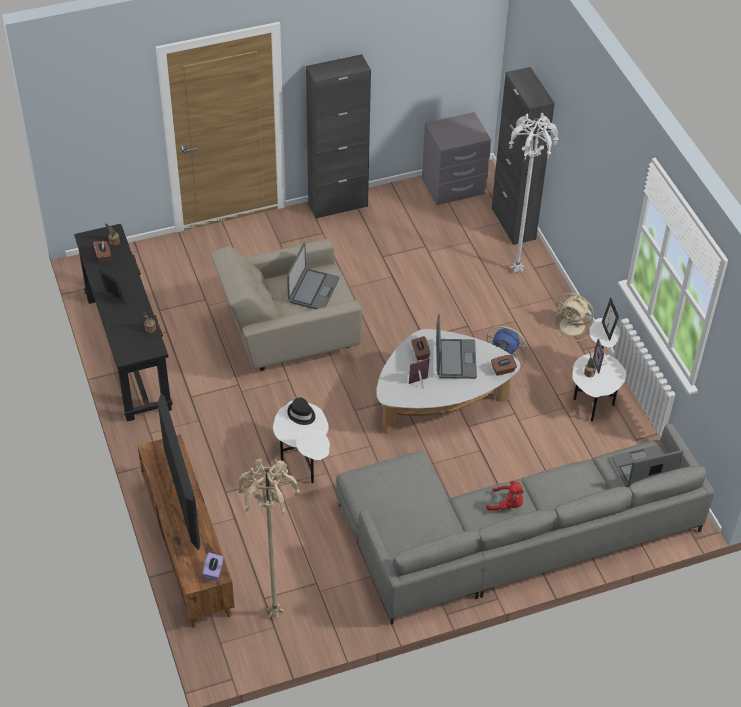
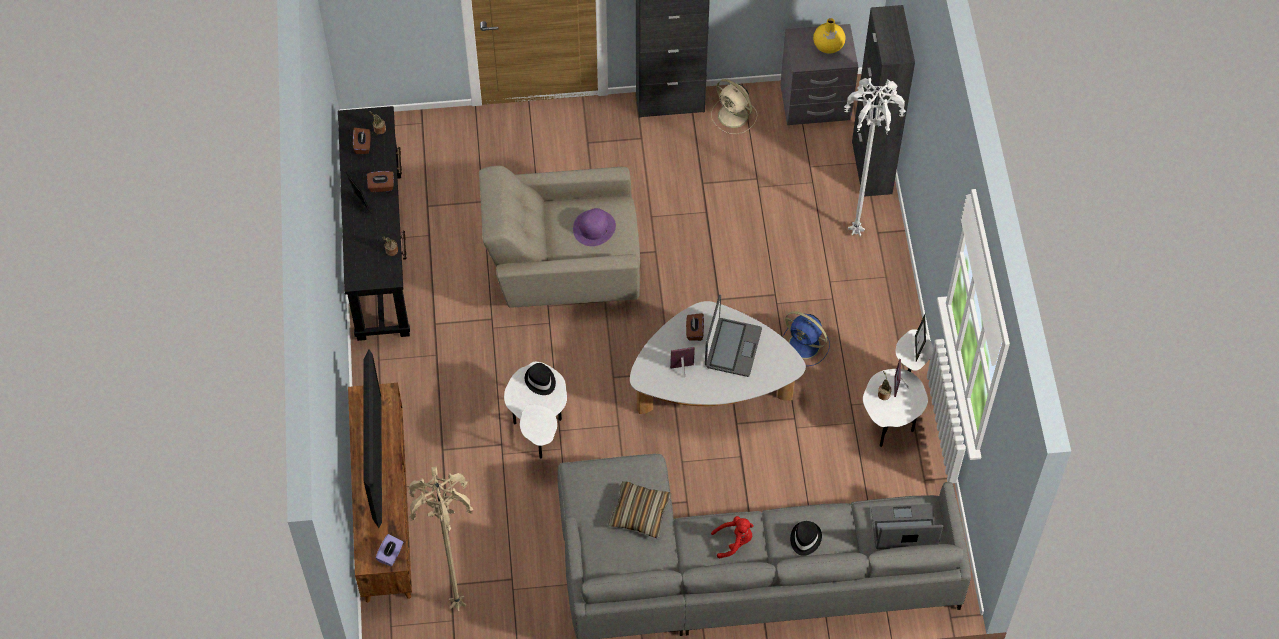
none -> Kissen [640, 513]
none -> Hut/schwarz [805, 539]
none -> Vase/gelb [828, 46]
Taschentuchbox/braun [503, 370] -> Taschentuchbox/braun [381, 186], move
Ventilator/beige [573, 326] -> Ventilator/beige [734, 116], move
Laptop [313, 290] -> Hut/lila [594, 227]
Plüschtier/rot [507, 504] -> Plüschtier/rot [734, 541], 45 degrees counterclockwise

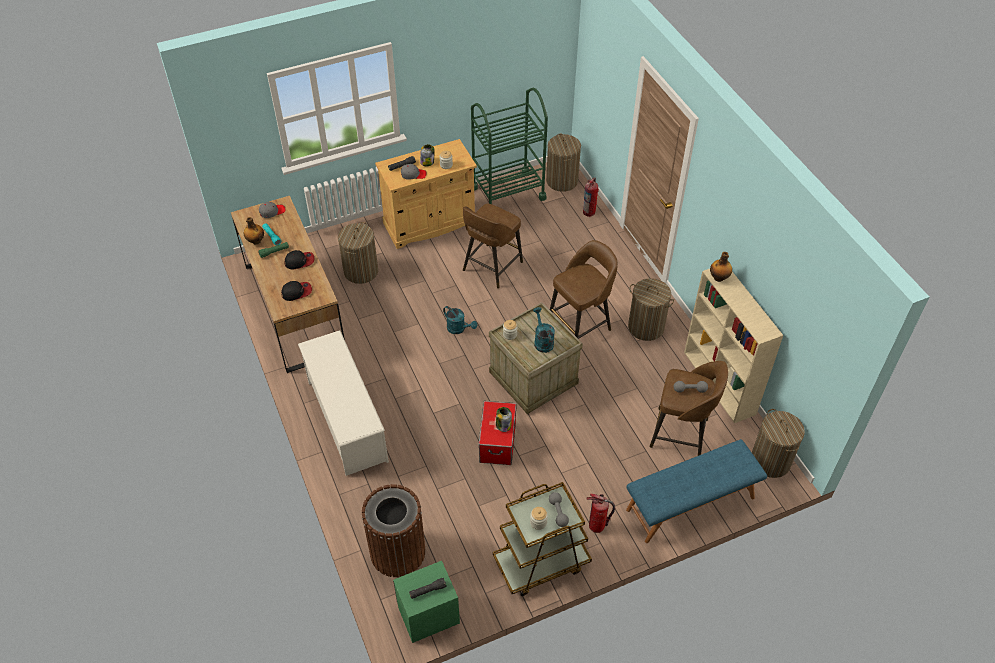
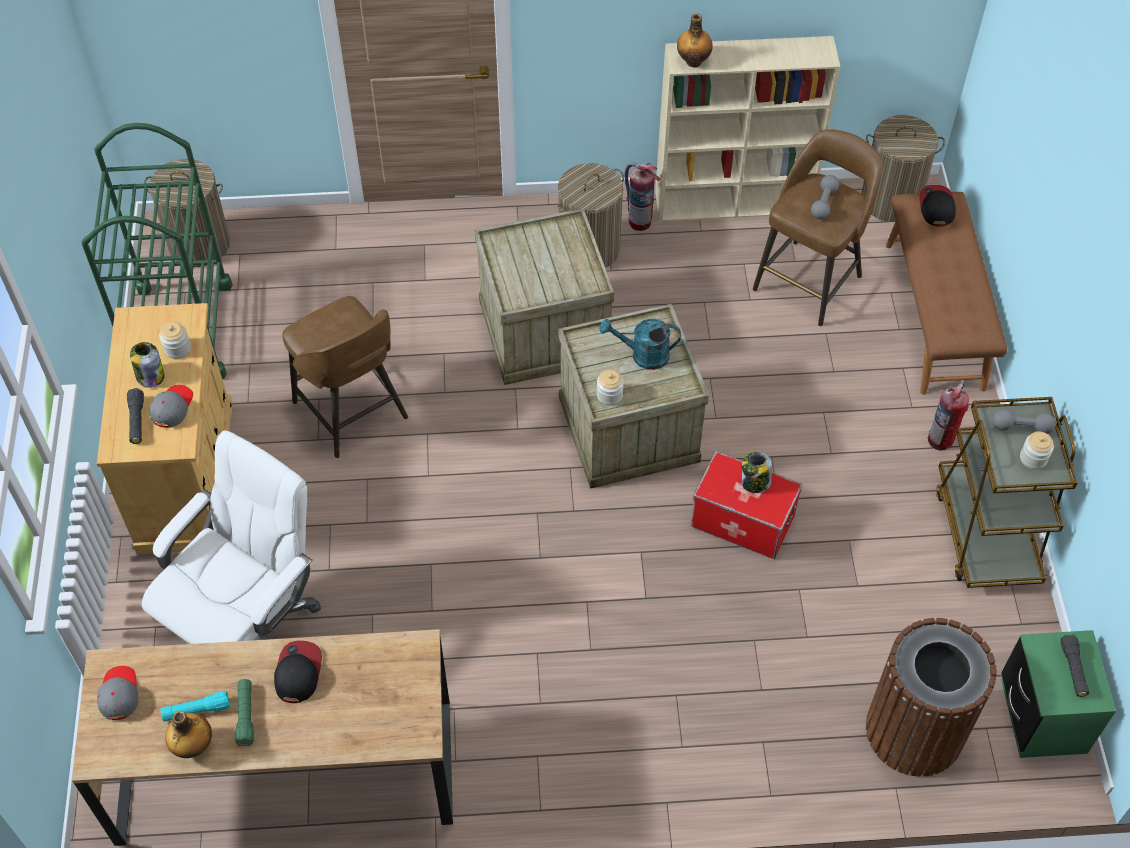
Schuhregal/weiß [346, 420] -> none
Gießkanne/türkis [459, 329] -> none
Kappe [297, 292] -> Kappe [936, 207], move
Feuerlöscher [589, 212] -> Feuerlöscher [640, 221], move
Wäschekorb [361, 271] -> Bürostuhl/weiß [250, 626]
Hocker/braun [580, 325] -> Kiste [545, 329]
Bank/blau [691, 504] -> Bank/braun [935, 315]

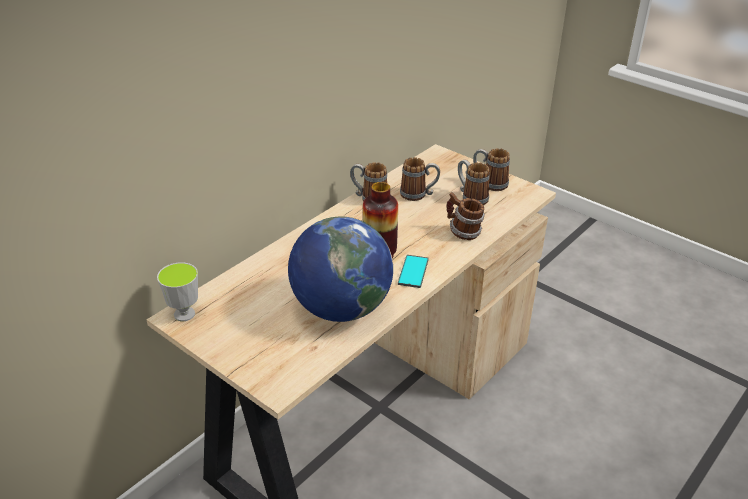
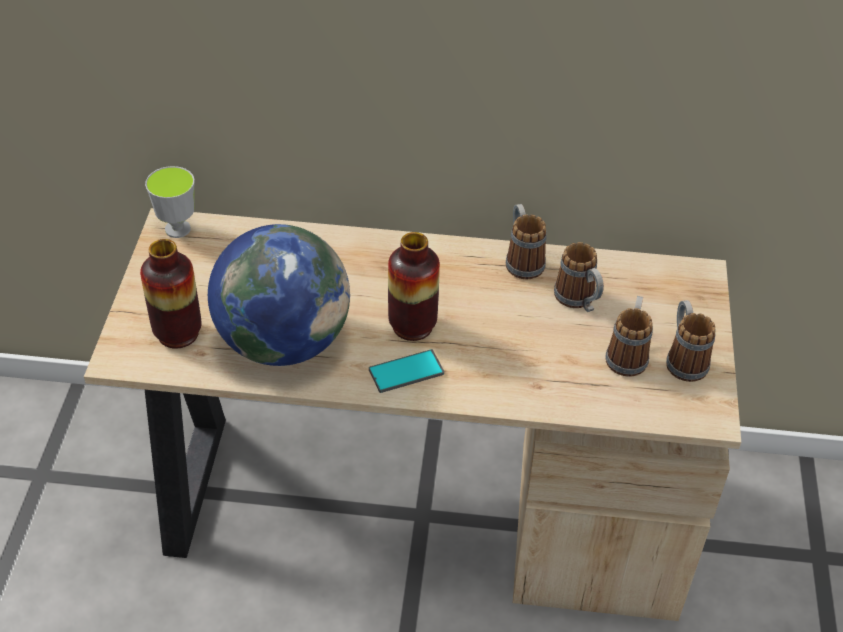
Henkelbecher [463, 232] -> none
none -> Vase [178, 333]

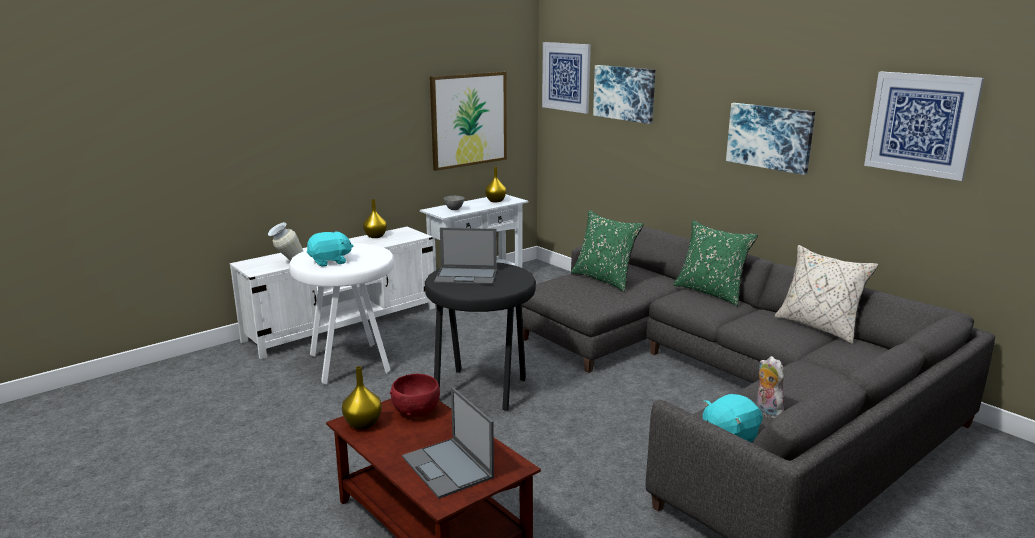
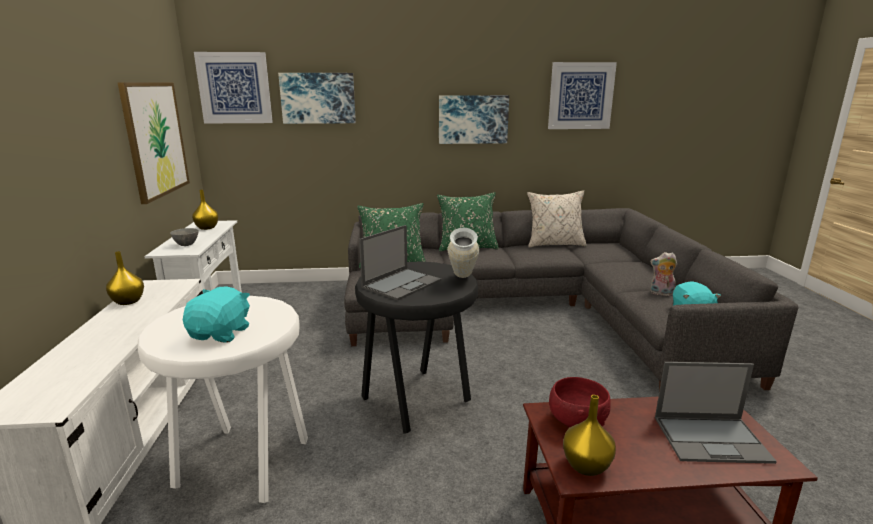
Vase [288, 264] -> Vase [462, 281], move

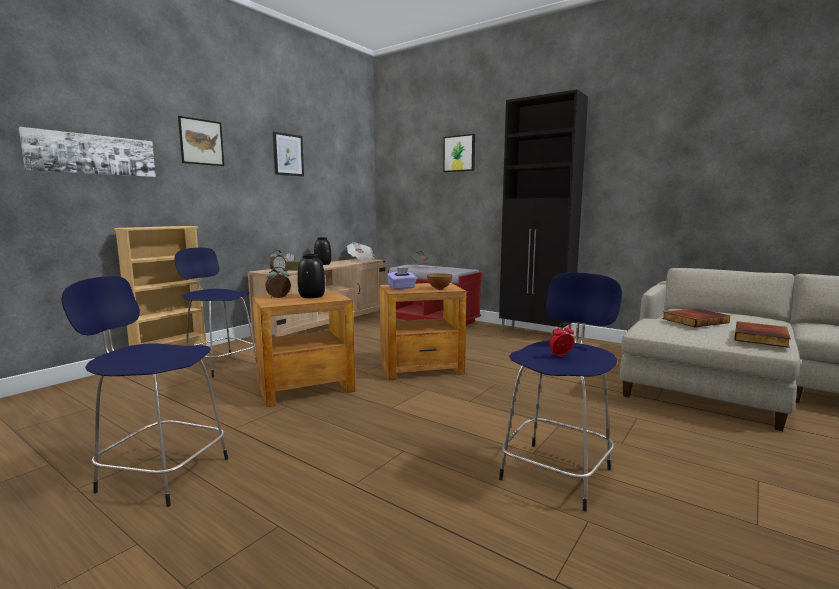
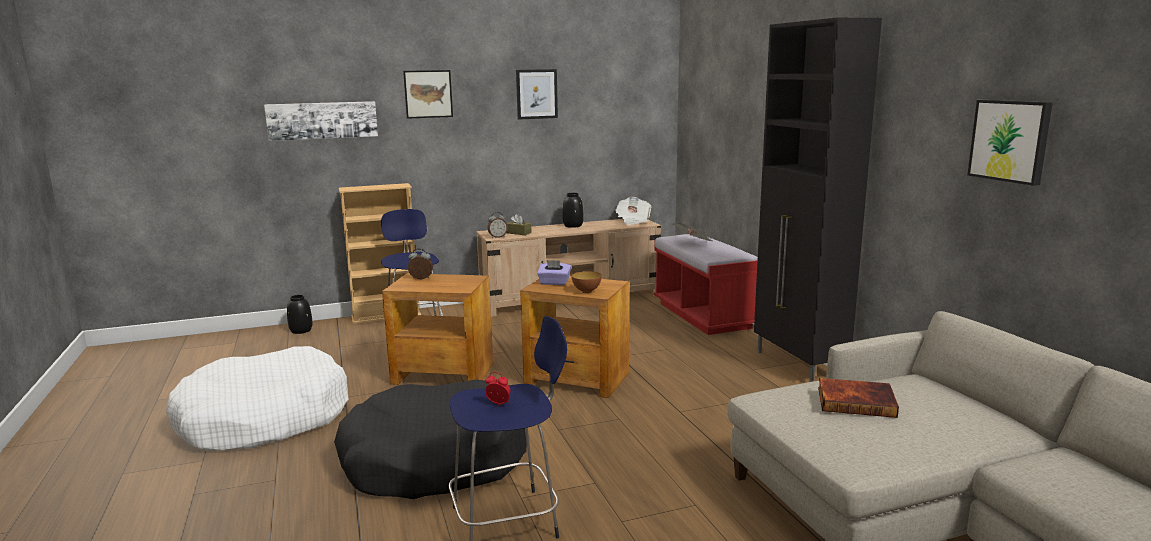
Buch [762, 338] -> none
none -> Hundebett/schwarz [434, 460]
Vase/schwarz [312, 296] -> Vase/schwarz [301, 331], move
Bild [459, 153] -> Bild [1010, 140], move
Hocker/blau [161, 474] -> Hundebett/weiß [263, 419]

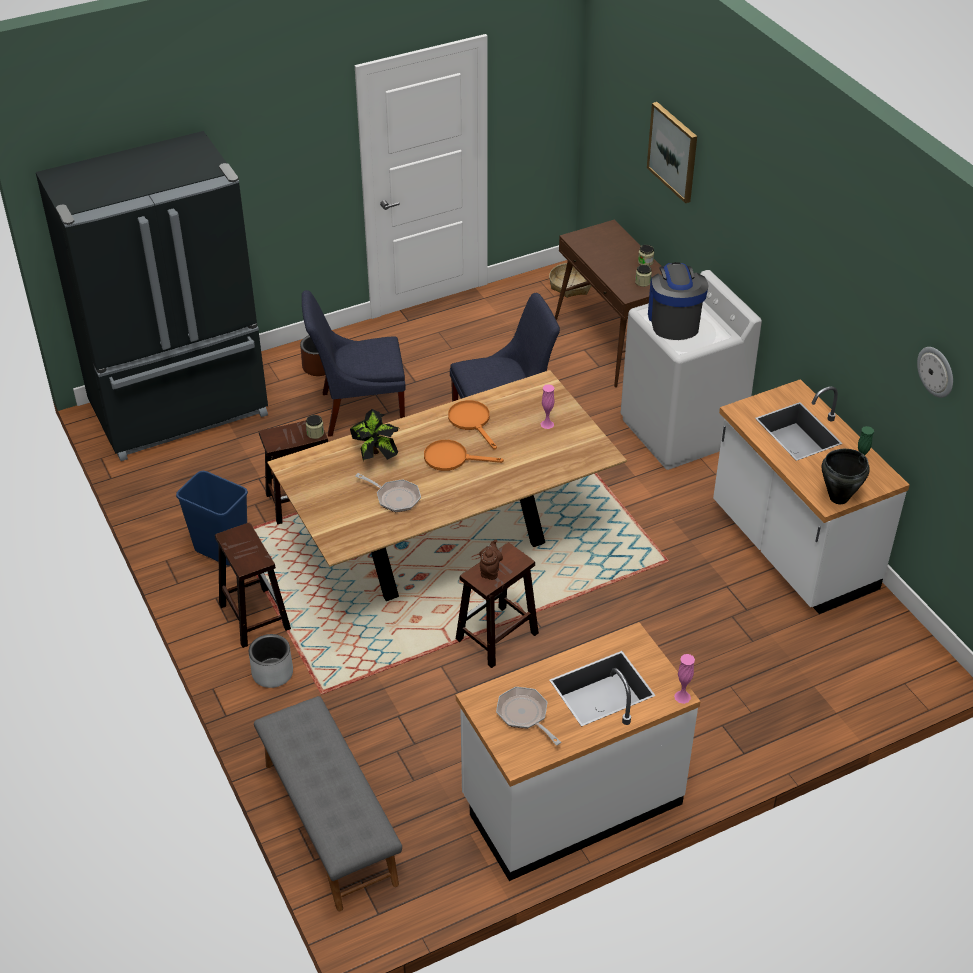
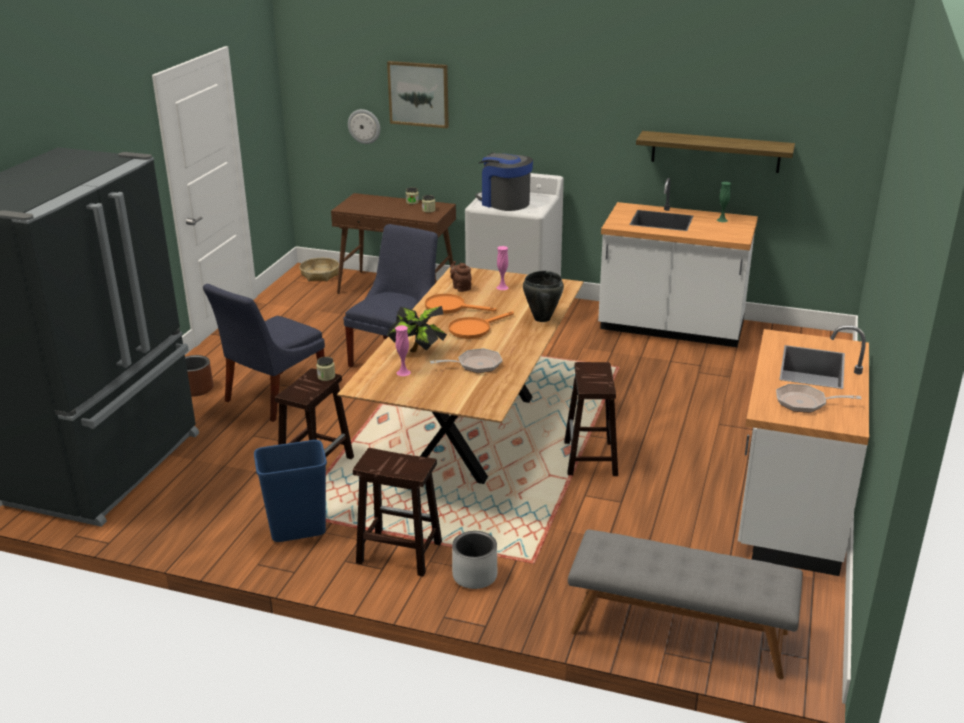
none -> Wandregal [715, 151]
Teekanne/braun [490, 571] -> Teekanne/braun [461, 287], move
Vase/rosa [682, 697] -> Vase/rosa [403, 372], move
Kochtopf/schwarz [838, 498] -> Kochtopf/schwarz [541, 318], move
Wanduhr [936, 371] -> Wanduhr [364, 126], move

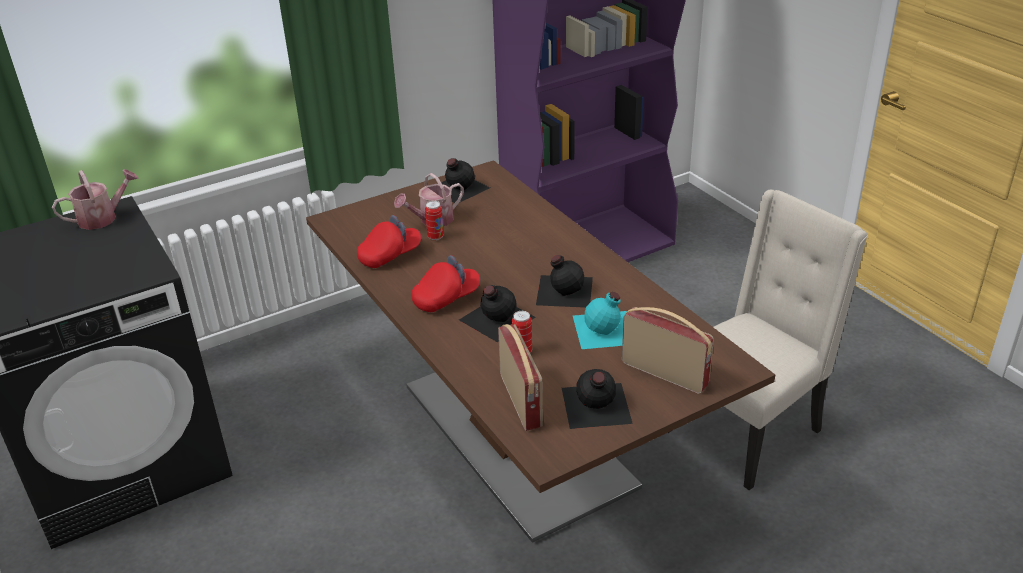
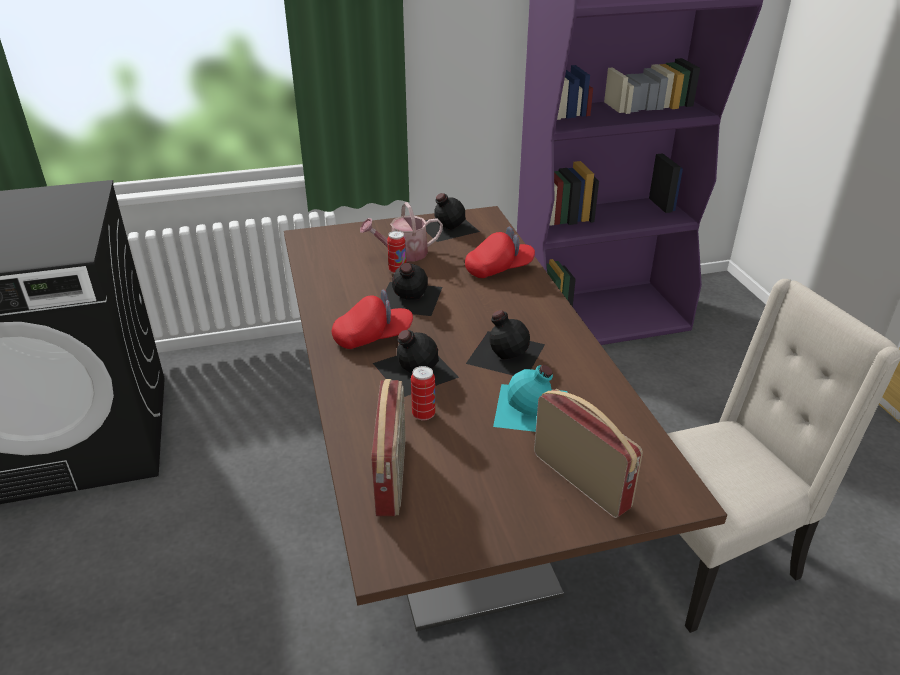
Gießkanne [103, 218] -> none
Kappe/rot [390, 256] -> Kappe/rot [499, 269], move
Flasche/schwarz [595, 406] -> Flasche/schwarz [408, 298], move

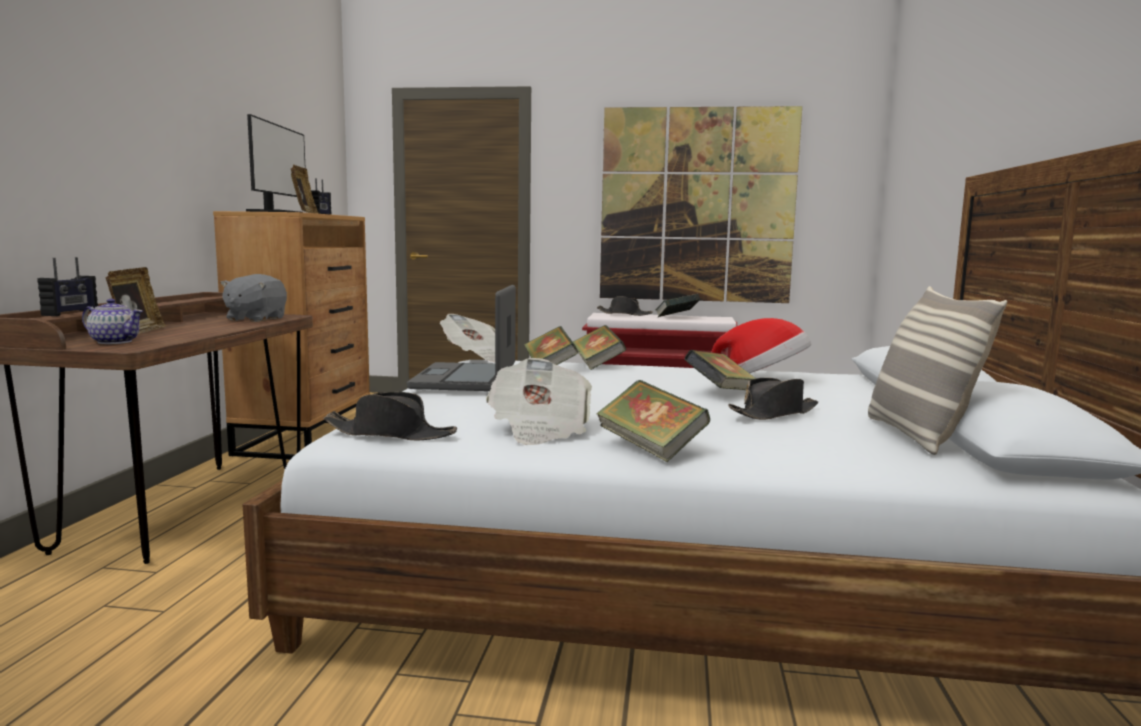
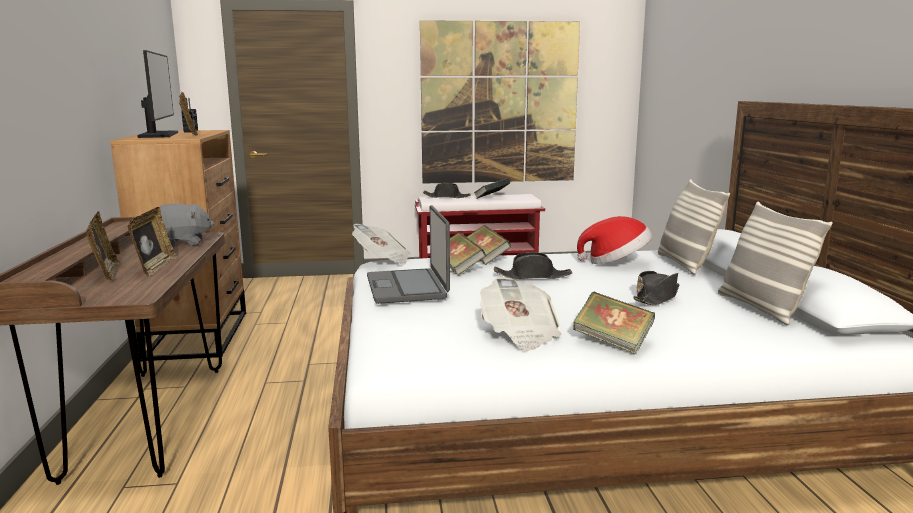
Radio [71, 313] -> none
Teekanne [115, 342] -> none
Buch [720, 392] -> none
none -> Bilderrahmen [155, 267]
none -> Kissen [685, 264]
Hut/schwarz [391, 434] -> Hut/schwarz [533, 276], move
Plüschtier/grau [255, 319] -> Plüschtier/grau [182, 243], 105 degrees counterclockwise

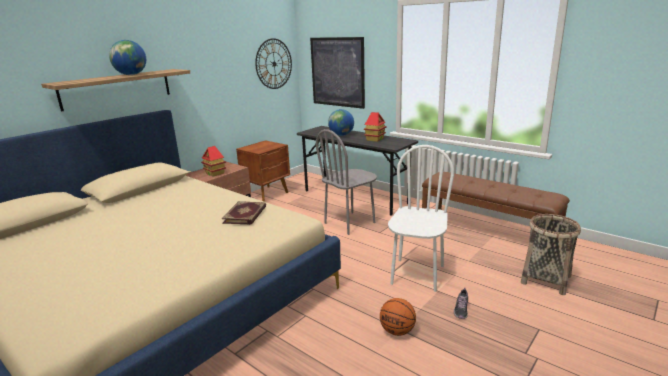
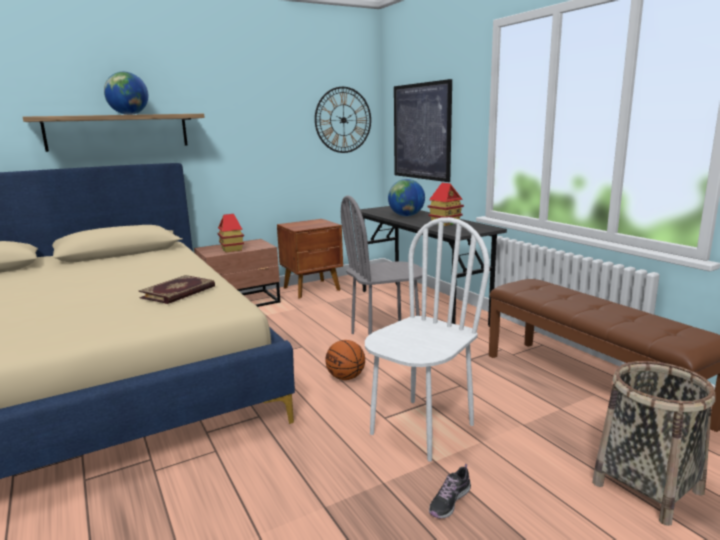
Basketball [397, 331] -> Basketball [345, 377], move

